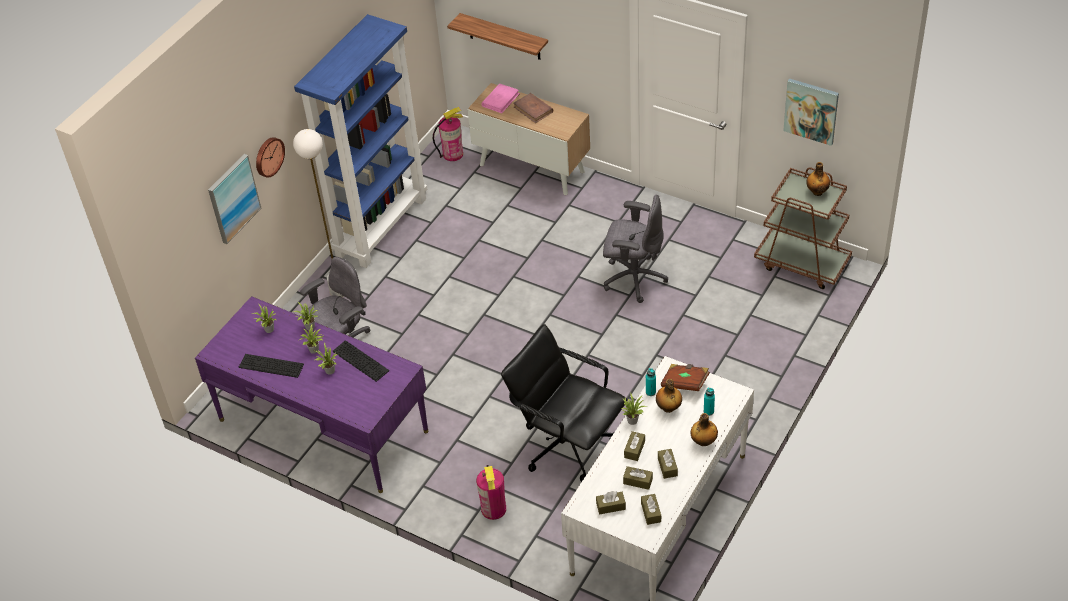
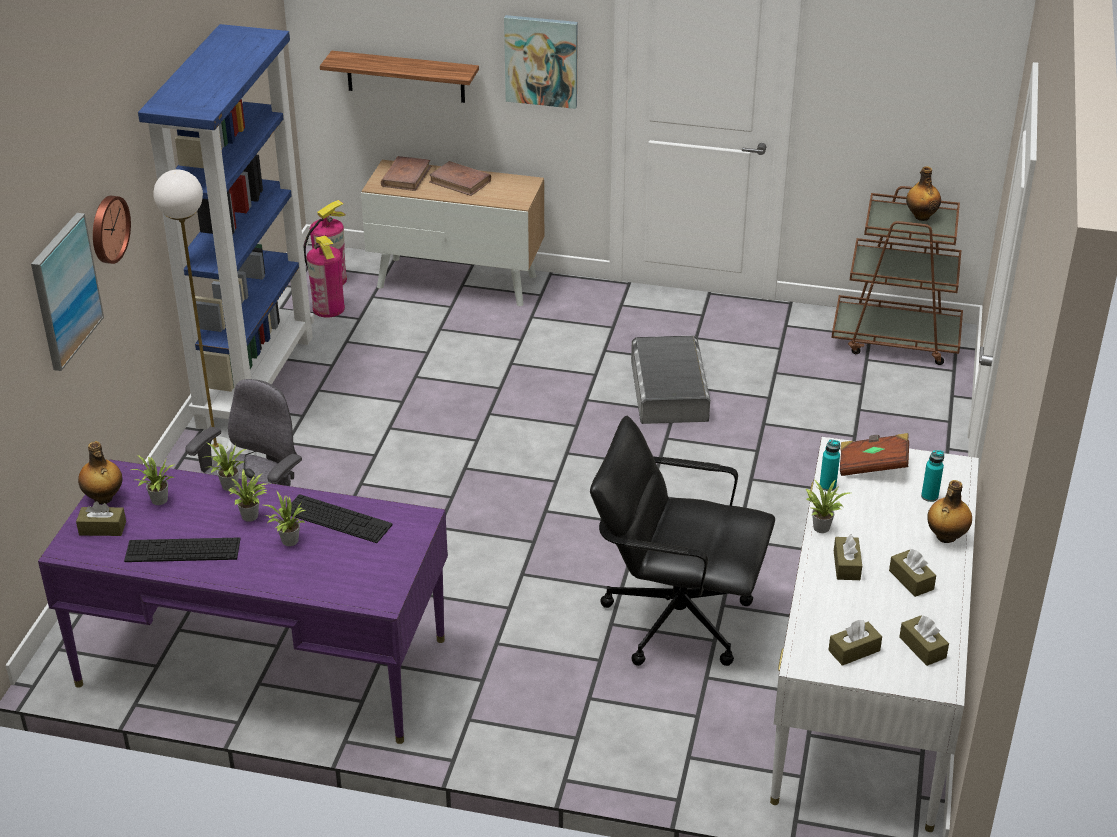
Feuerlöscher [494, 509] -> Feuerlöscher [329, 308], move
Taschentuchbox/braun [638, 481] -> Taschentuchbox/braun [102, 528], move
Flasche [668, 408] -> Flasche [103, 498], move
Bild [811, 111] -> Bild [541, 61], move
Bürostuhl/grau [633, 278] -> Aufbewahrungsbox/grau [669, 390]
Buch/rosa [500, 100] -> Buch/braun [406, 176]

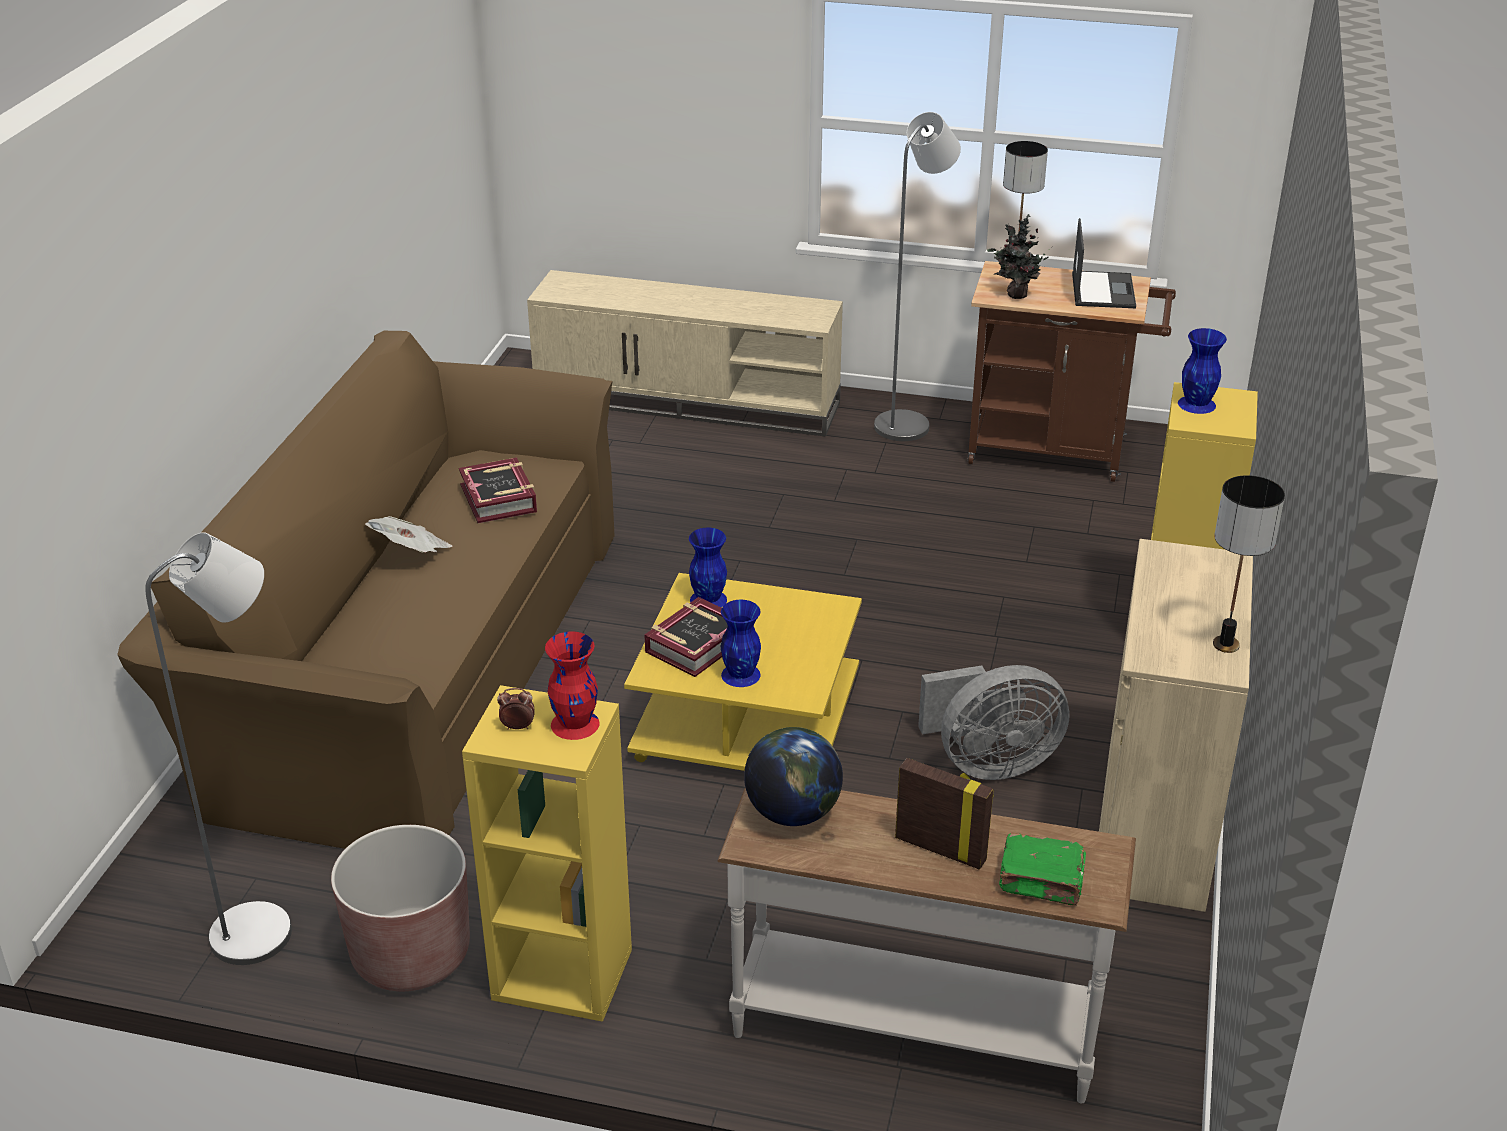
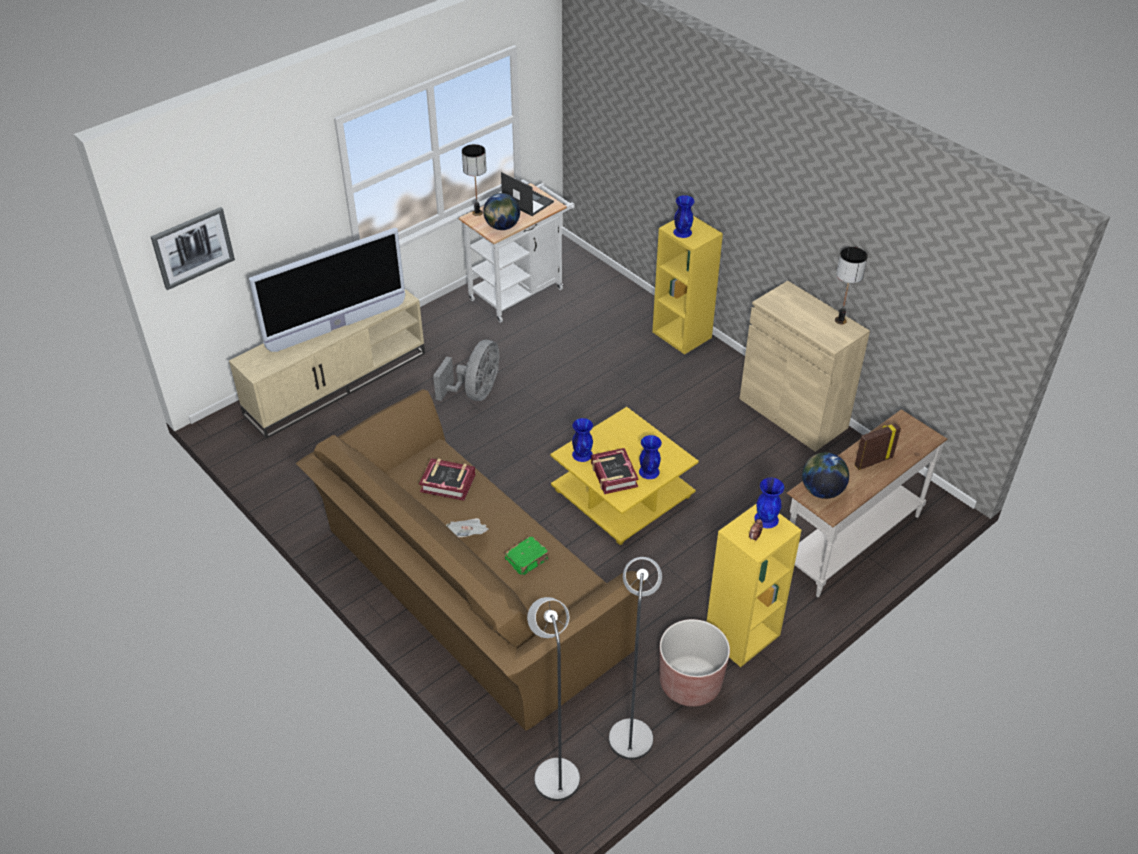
none -> Bild [193, 247]
none -> Fernseher [337, 327]
Stehlampe/grau [908, 423] -> Stehlampe/grau [554, 771], move
Ventilator/grau [989, 763] -> Ventilator/grau [475, 392], move
Buch/grün [1042, 881] -> Buch/grün [527, 560], move
Topfpflanze [1015, 295] -> Globus [502, 227]
Vase/rot [575, 724] -> Vase/blau [767, 519]
Rollwagen/braun [1057, 452] -> Rollwagen/weiß [520, 291]

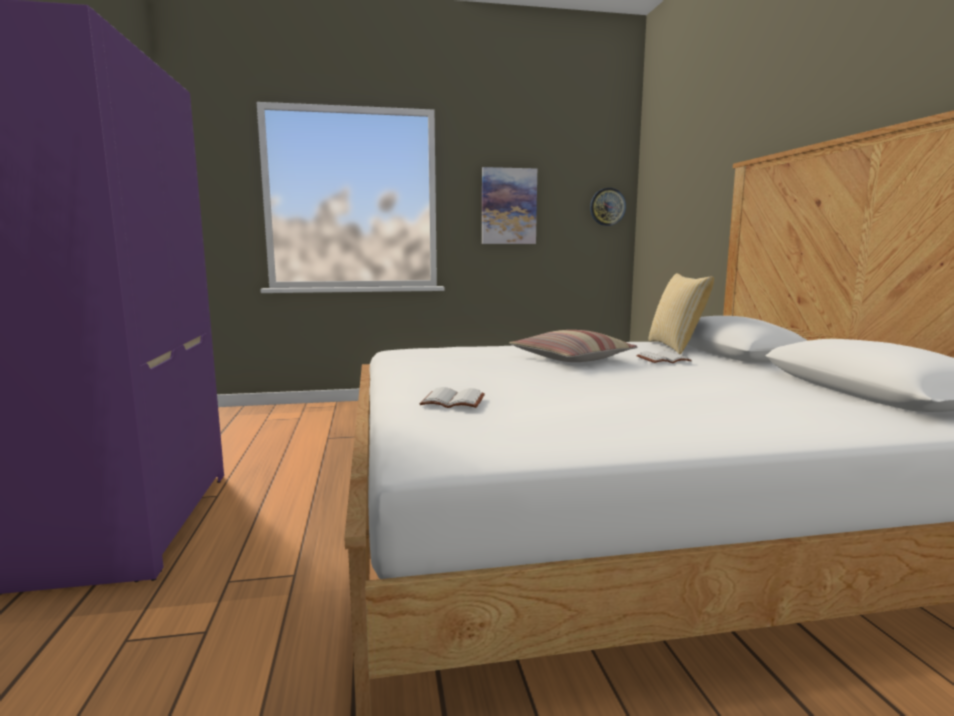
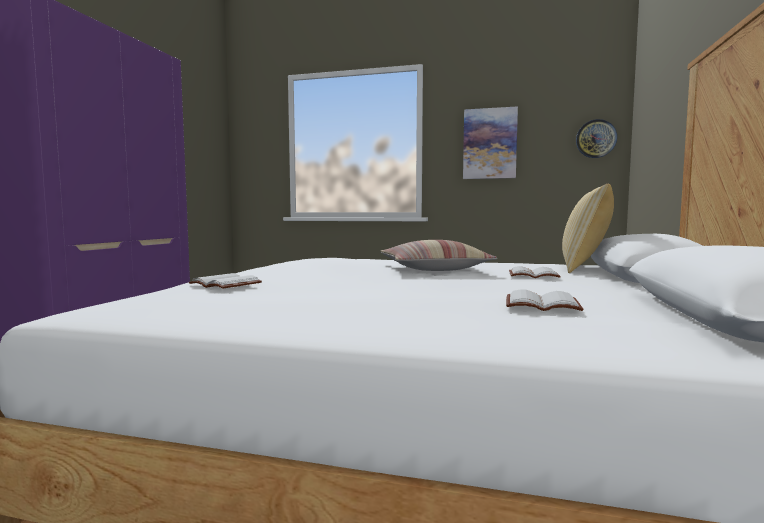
none -> Buch/weiß [543, 304]

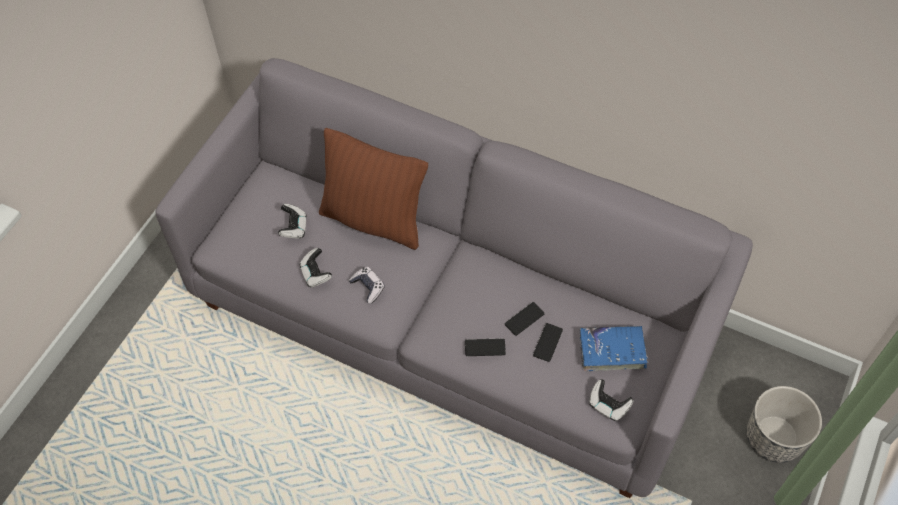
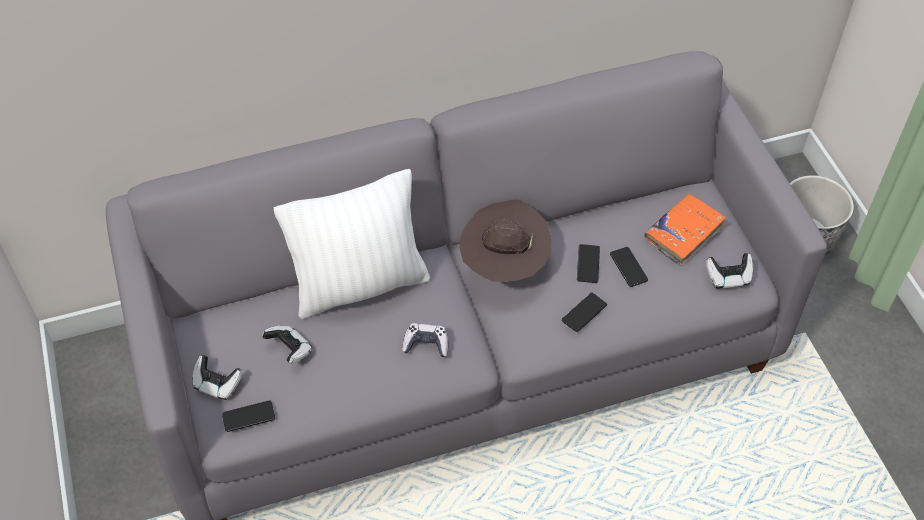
none -> Handy [248, 416]
none -> Hut/braun [504, 266]
Gamepad [316, 274] -> Gamepad [217, 384], move
Kissen/braun [374, 220] -> Kissen/weiß [359, 285]
Buch/blau [612, 351] -> Buch/orange [684, 233]

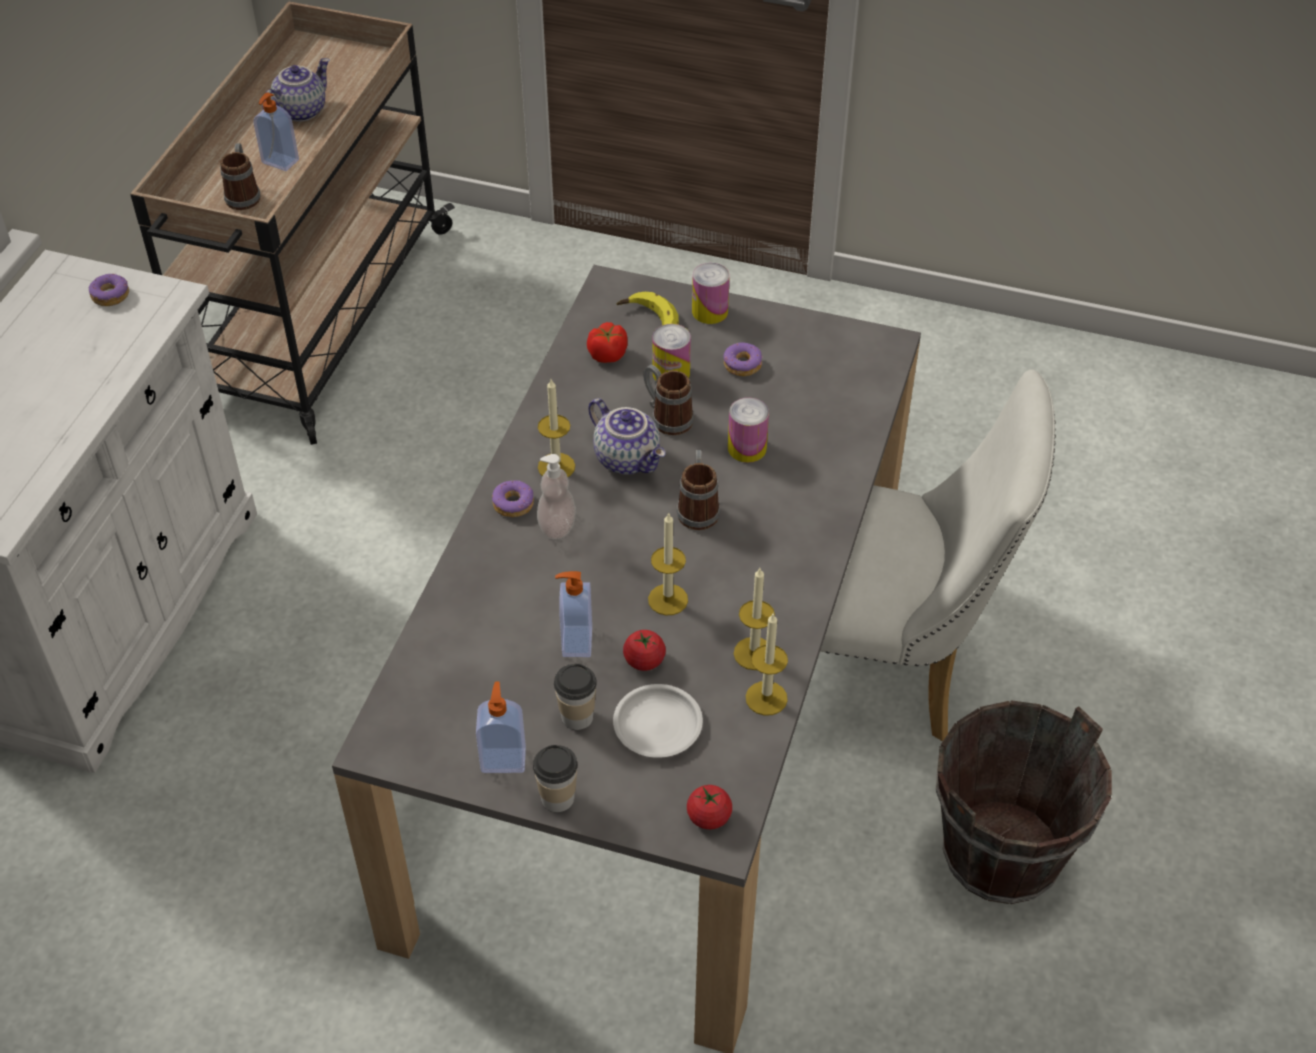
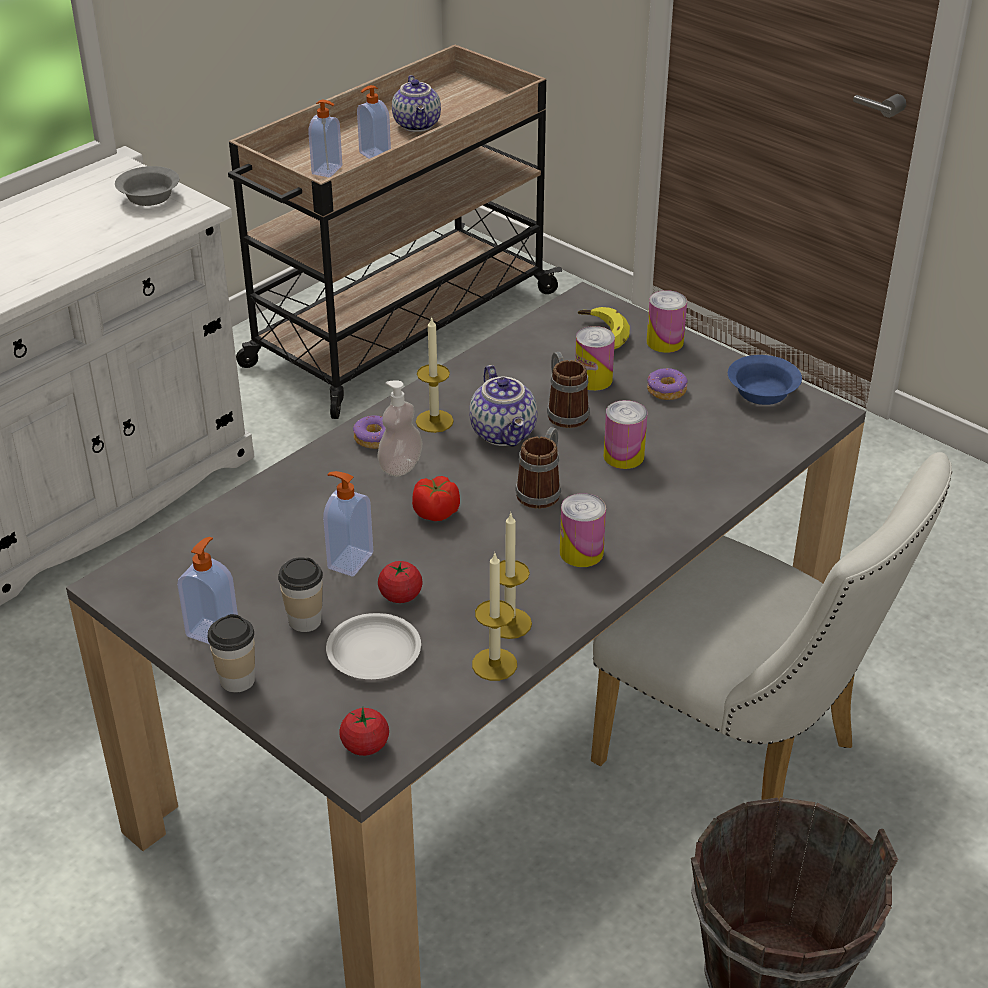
Kerze [668, 599] -> none
none -> Dose [581, 552]
none -> Schüssel/blau [763, 392]
Tomate [608, 354] -> Tomate [436, 513], move
Donut [110, 295] -> Schüssel/grau [150, 196]
Henkelbecher [243, 194] -> Seifenspender [328, 170]
Teekanne [300, 110] -> Teekanne [418, 125], 105 degrees clockwise

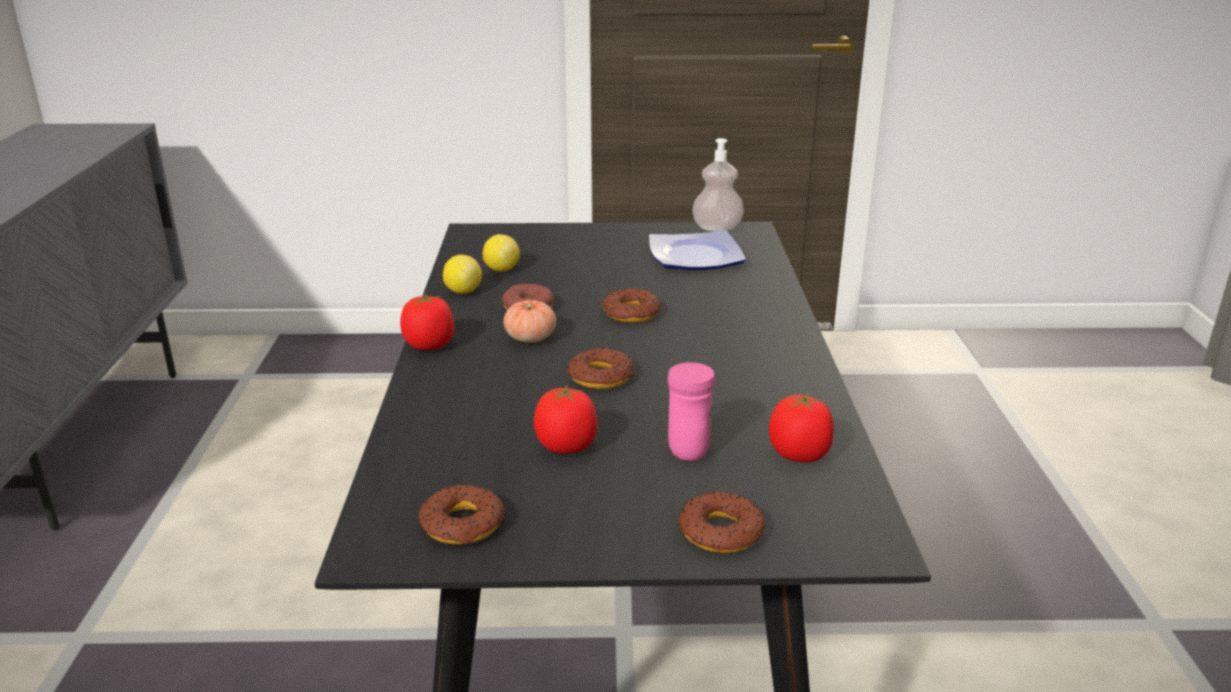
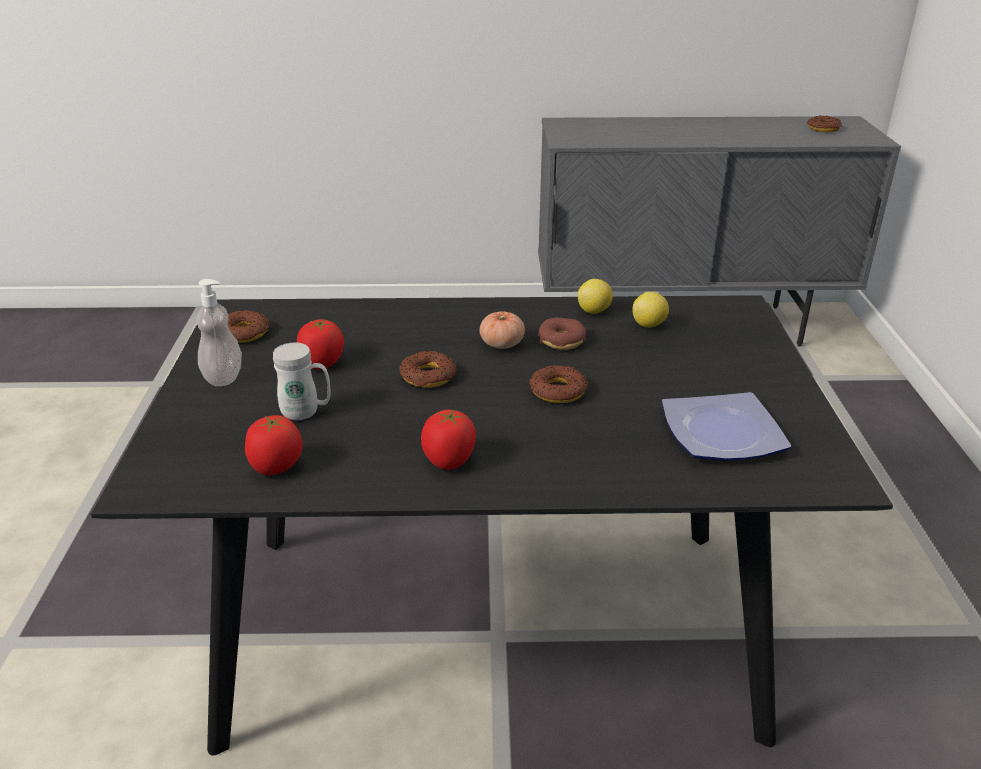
Tomate [429, 346] -> Tomate [449, 461], move
Donut [720, 531] -> Donut [823, 128], move
Seifenspender [717, 228] -> Seifenspender [223, 377], move
Henkelbecher/rosa [686, 446] -> Henkelbecher/weiß [306, 413]

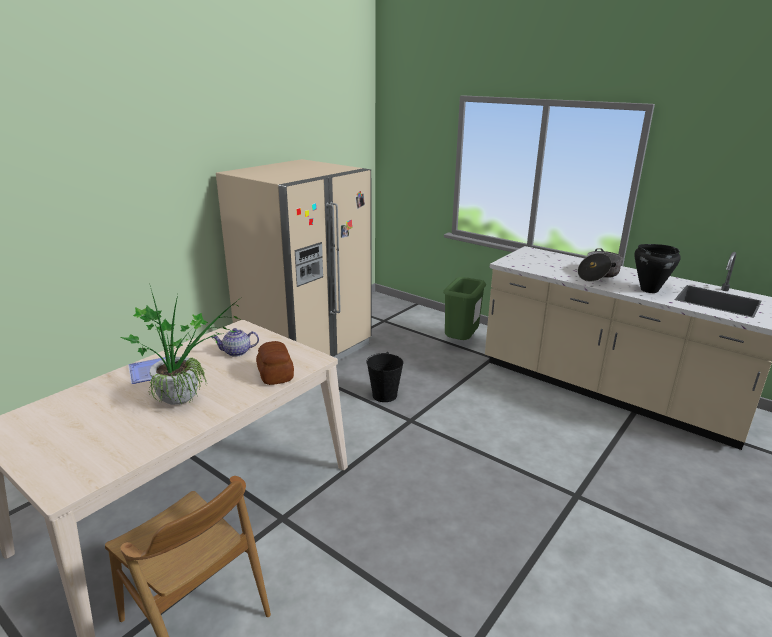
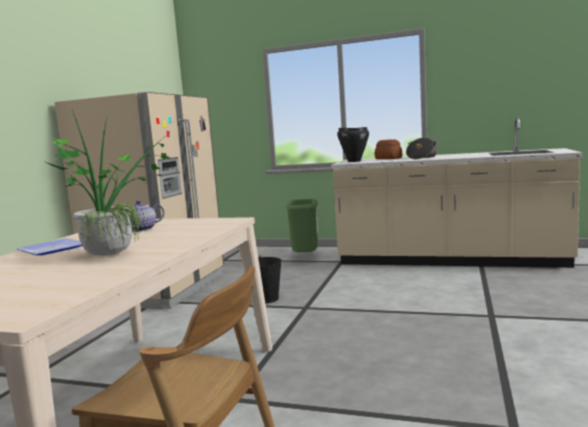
Brot [276, 374] -> Brot [388, 158], move
Kochtopf/schwarz [648, 290] -> Kochtopf/schwarz [354, 161], move

